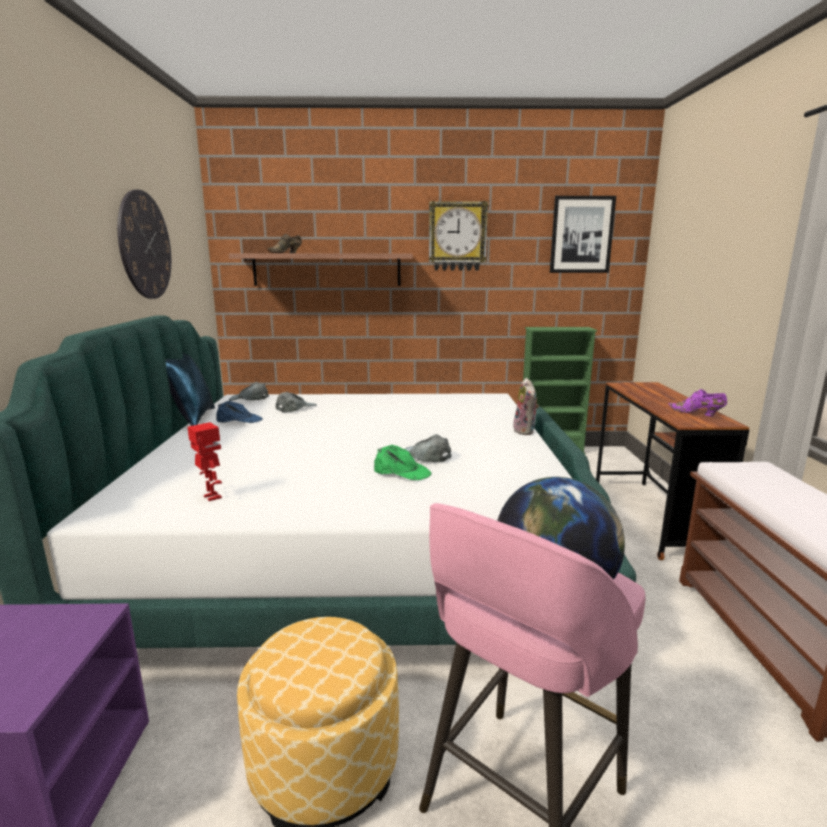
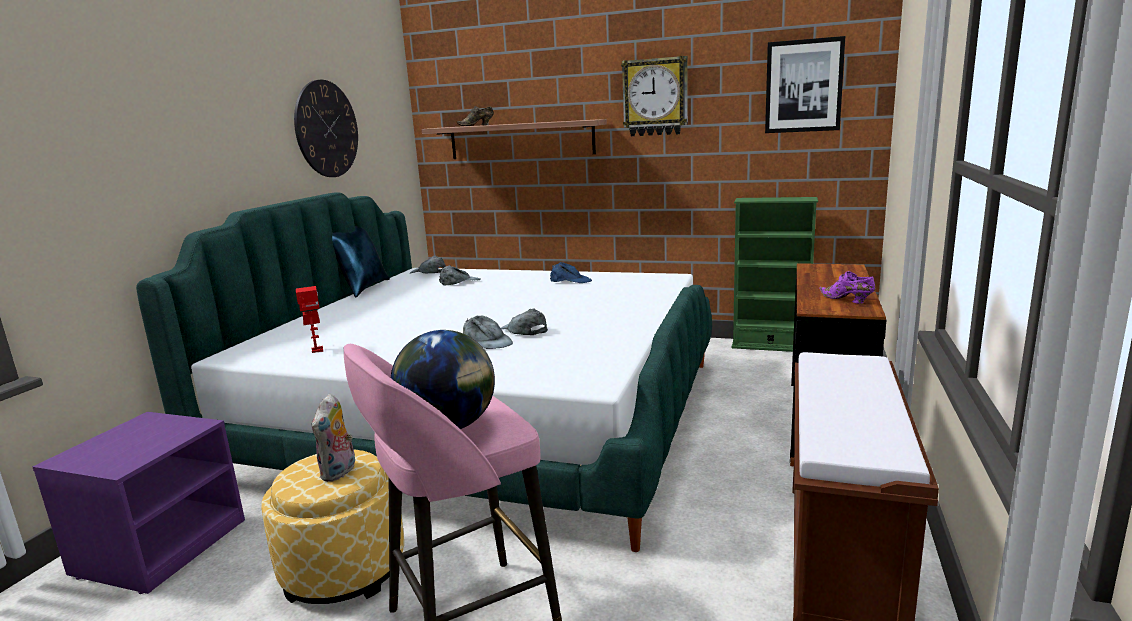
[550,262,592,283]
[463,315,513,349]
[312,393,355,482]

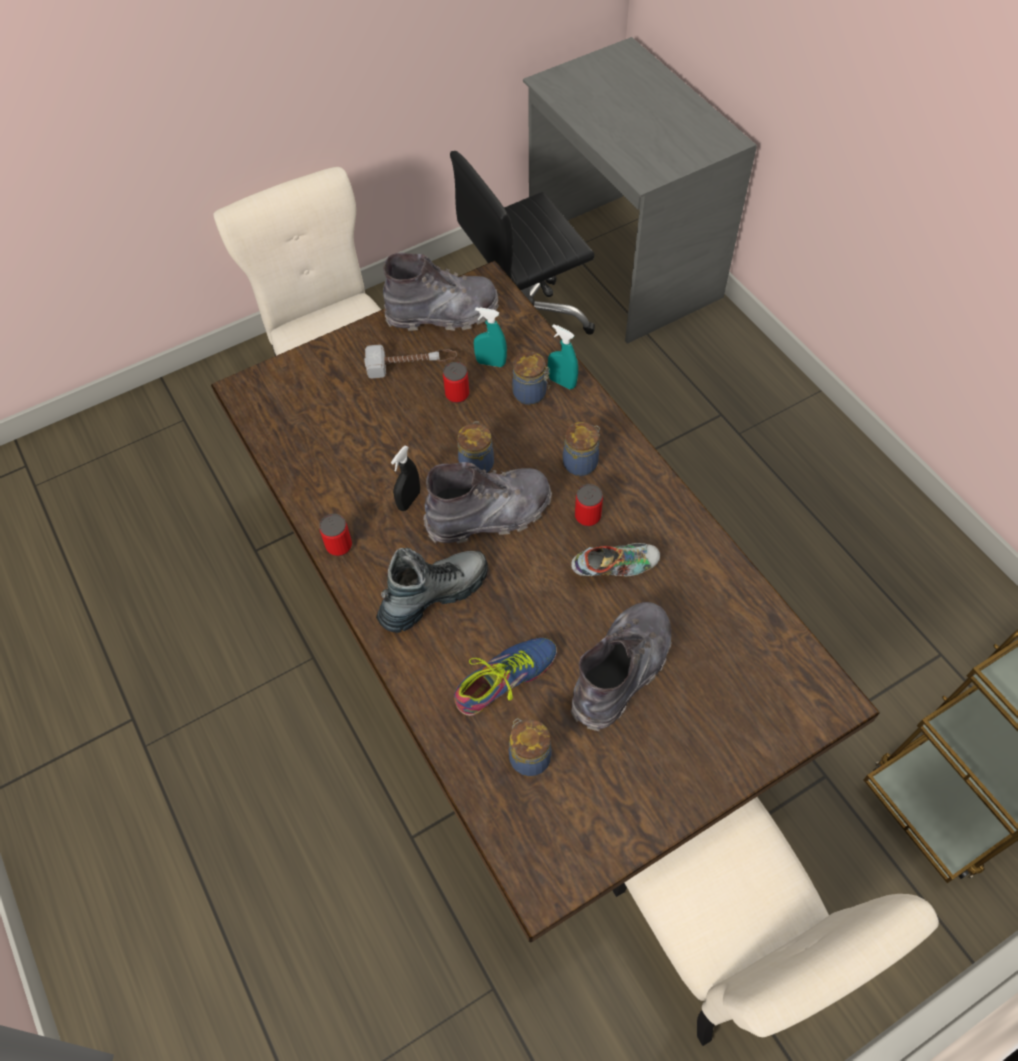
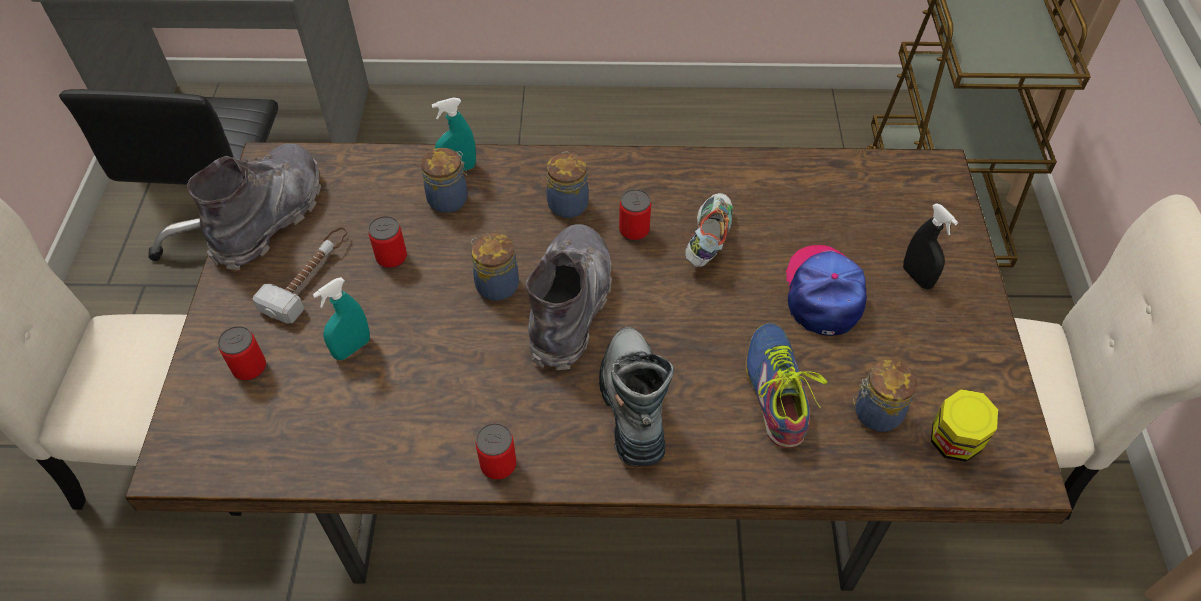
[903,203,958,289]
[313,277,370,360]
[786,245,867,336]
[218,326,266,381]
[931,389,998,462]

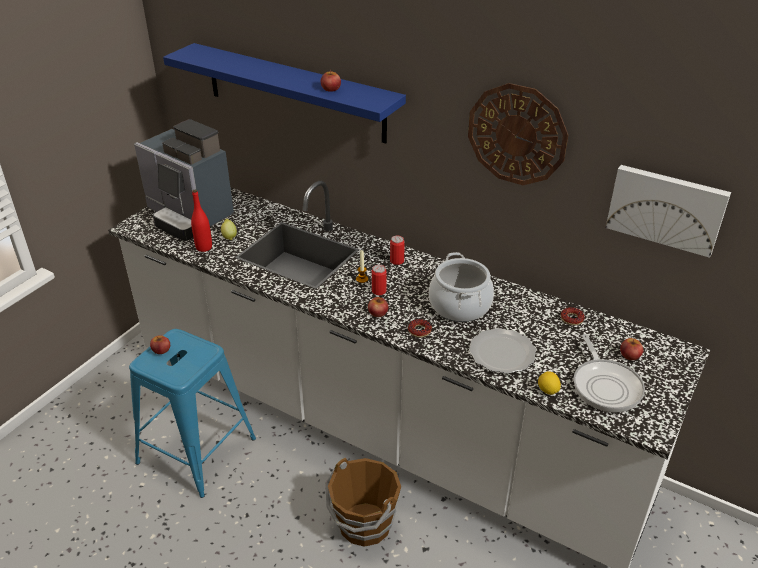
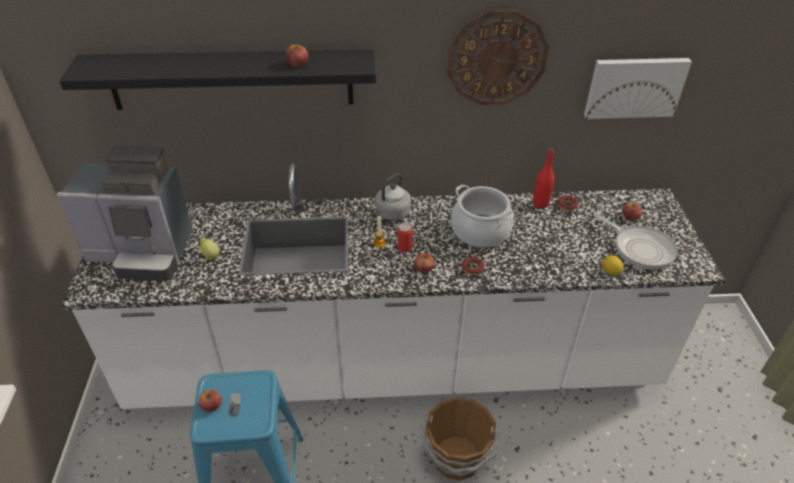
[59,49,376,110]
[533,148,554,209]
[370,173,411,220]
[469,328,536,373] (first image)

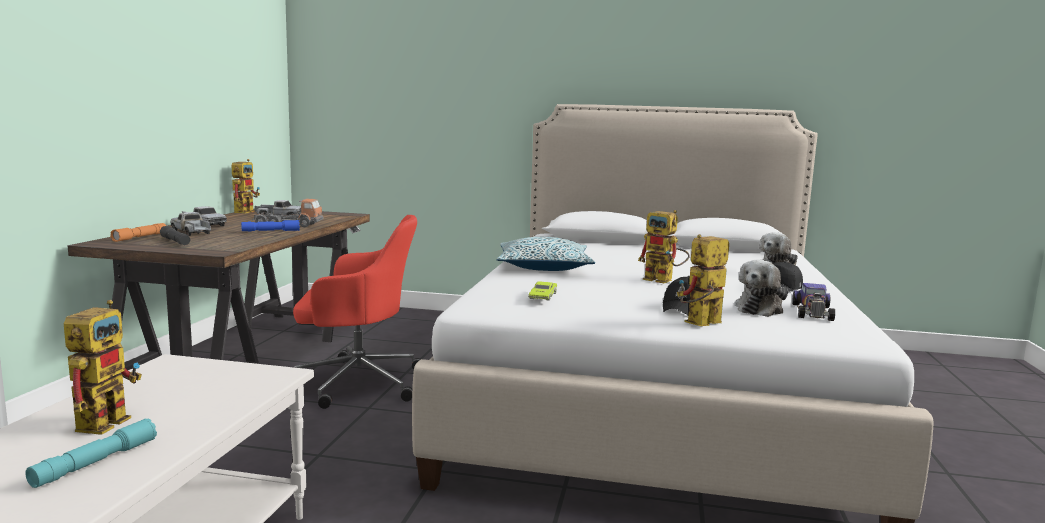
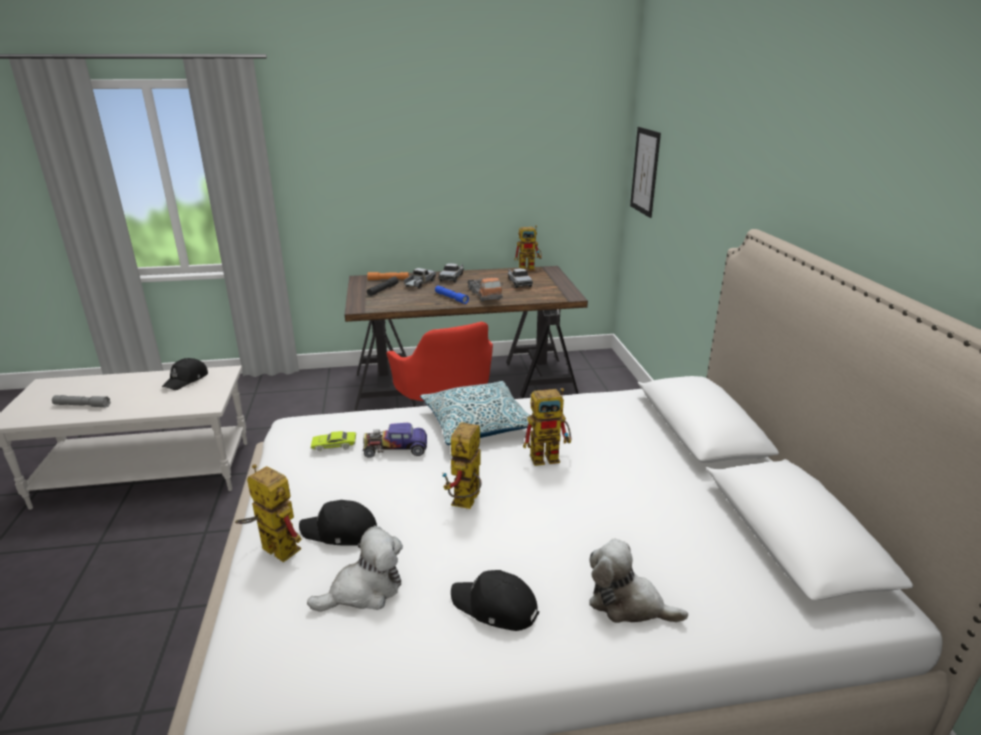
[52,395,111,408]
[523,388,571,466]
[307,526,403,612]
[363,423,427,458]
[162,358,208,390]
[630,127,661,218]

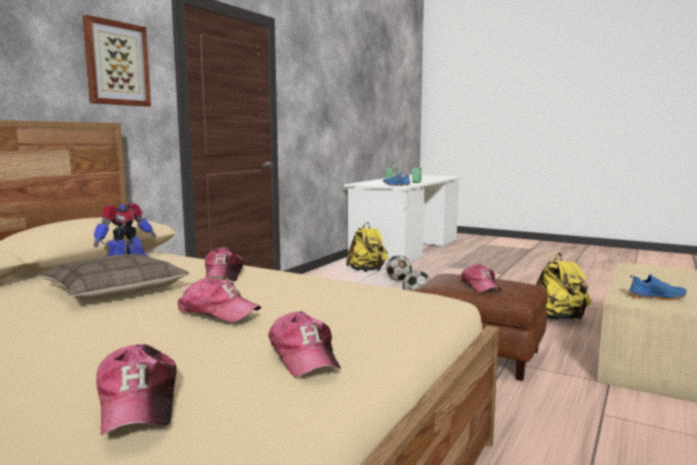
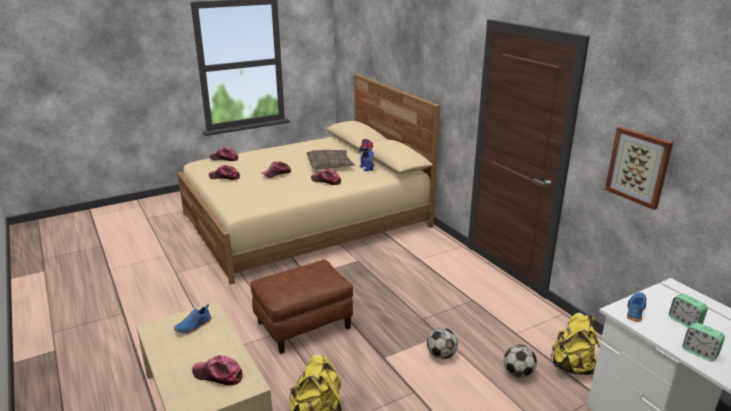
[605,127,673,210]
[192,355,243,385]

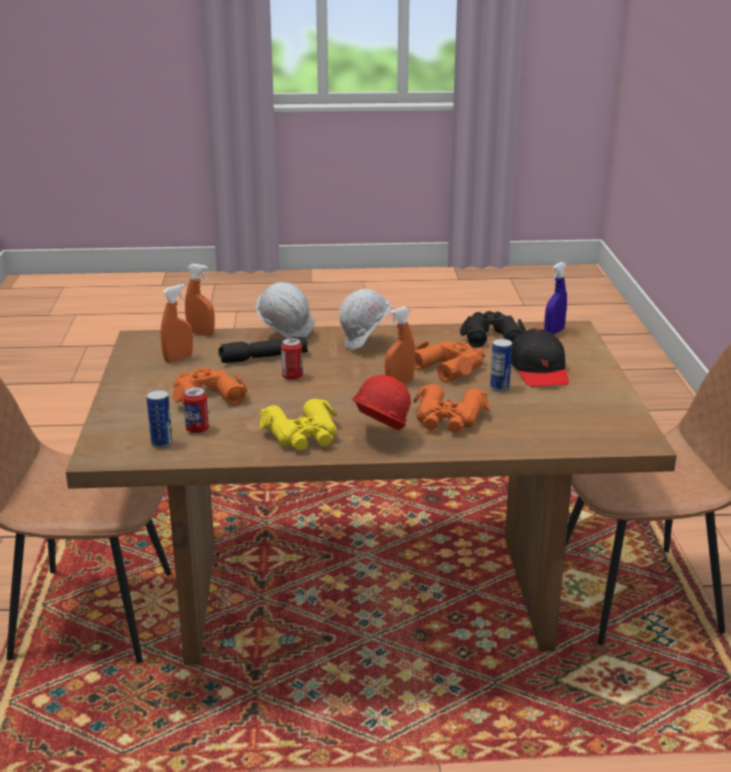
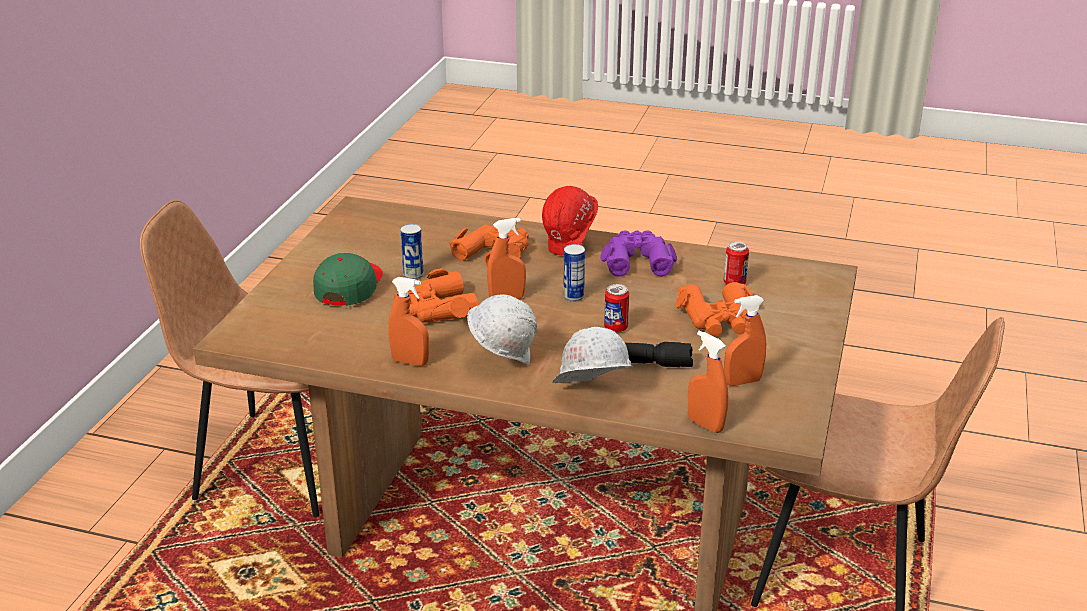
[563,244,585,302]
[600,230,677,277]
[460,311,526,348] (first image)
[313,253,383,306]
[544,262,567,335] (first image)
[389,277,429,366]

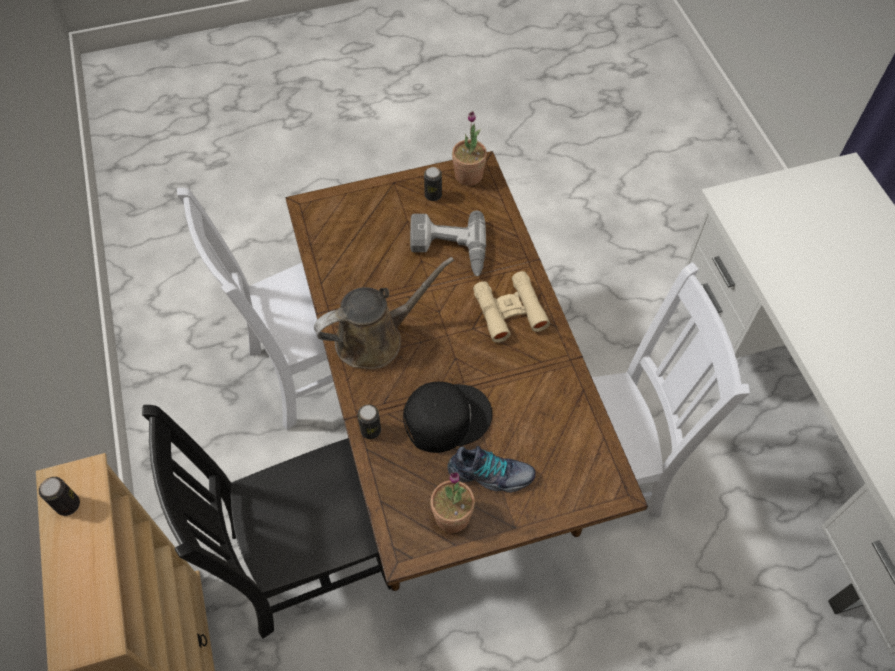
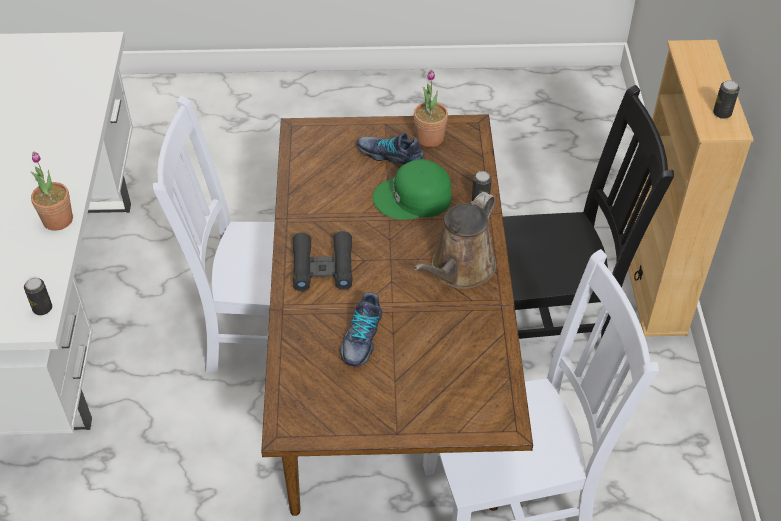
[413,192,496,289]
[373,159,451,220]
[340,292,382,367]
[24,278,52,315]
[30,151,73,231]
[293,231,353,291]

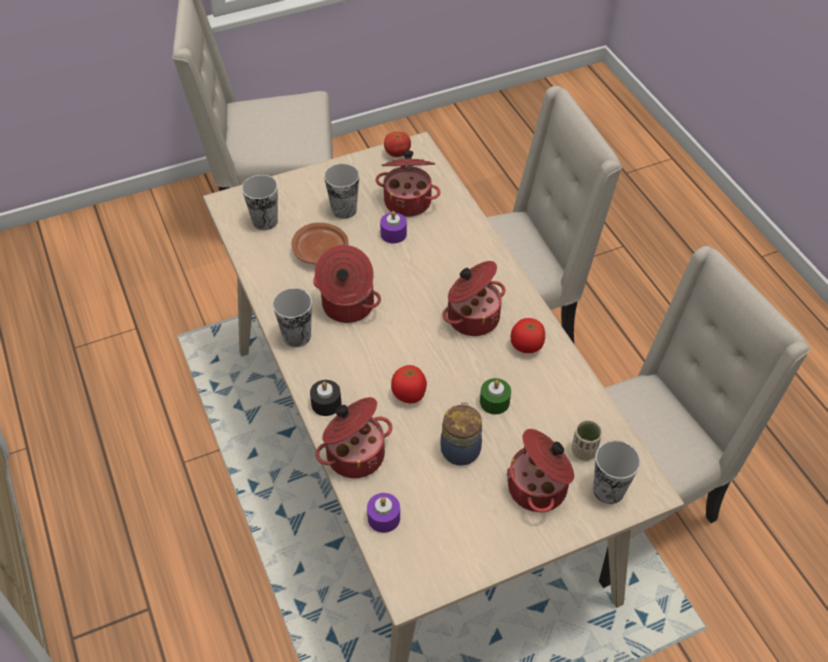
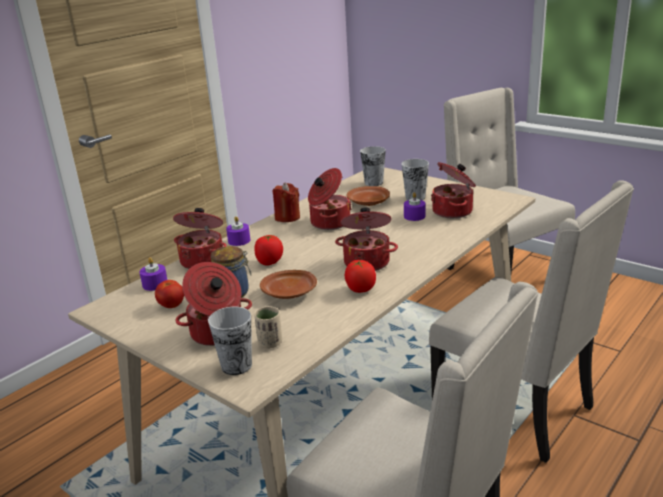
[273,183,300,222]
[226,216,250,246]
[155,280,184,308]
[260,270,317,299]

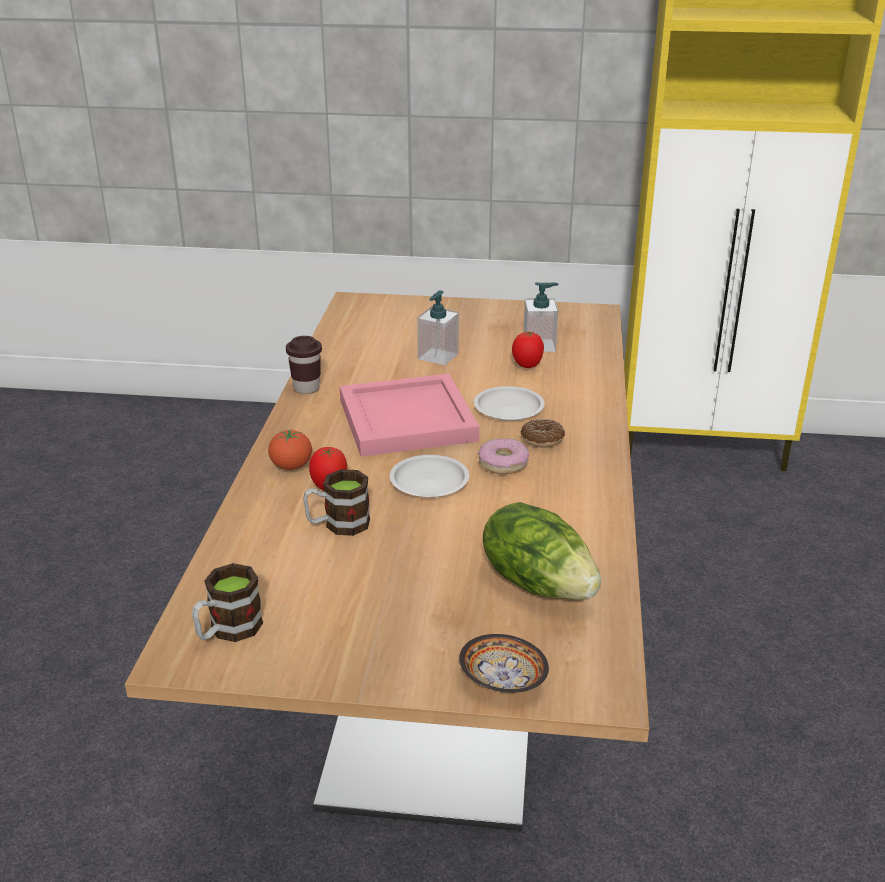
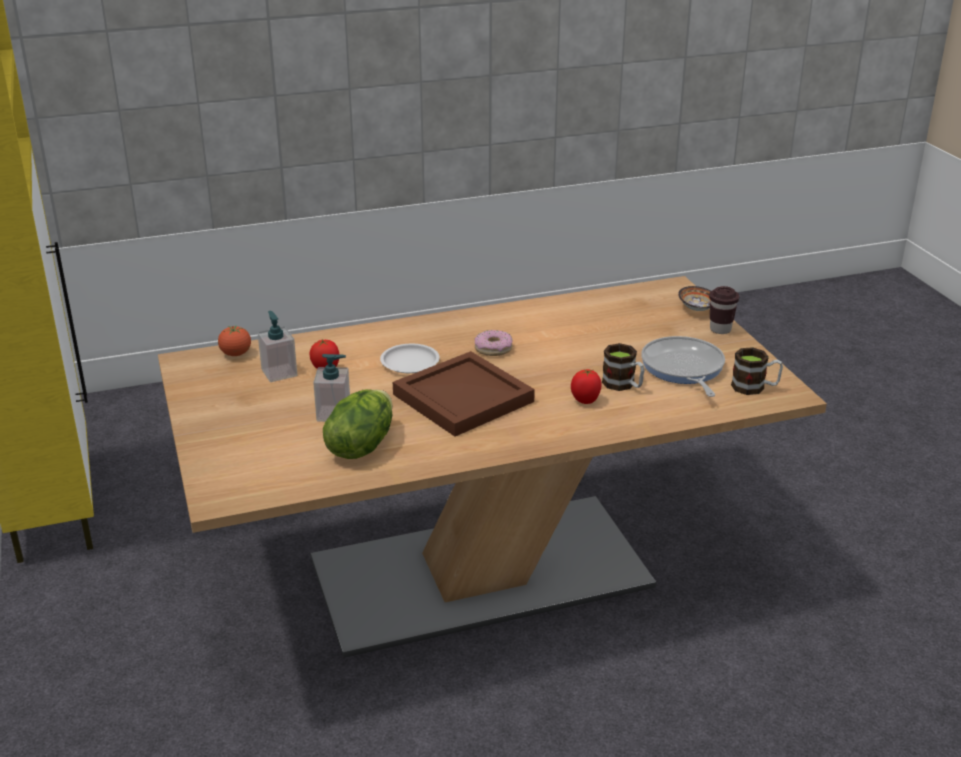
[218,325,251,356]
[709,286,739,334]
[393,351,535,437]
[390,455,469,498] (first image)
[323,389,393,459]
[520,419,565,448] (first image)
[641,336,725,397]

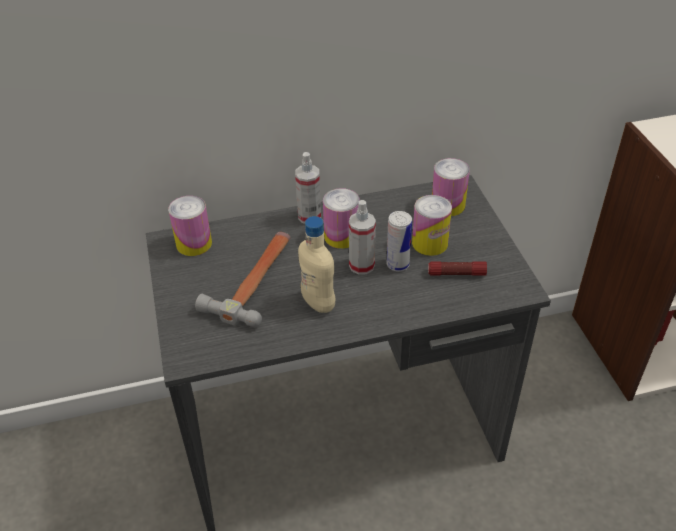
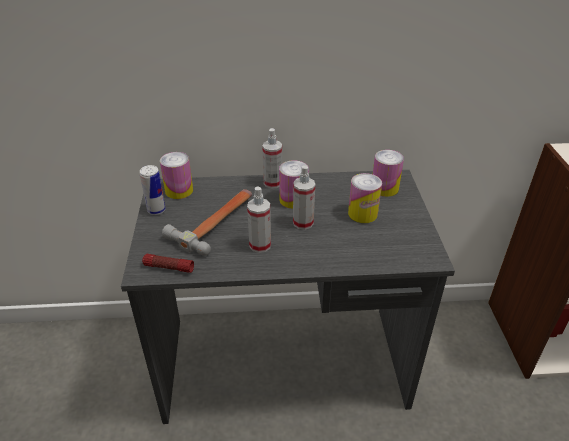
[247,186,271,253]
[140,165,166,215]
[142,254,194,273]

